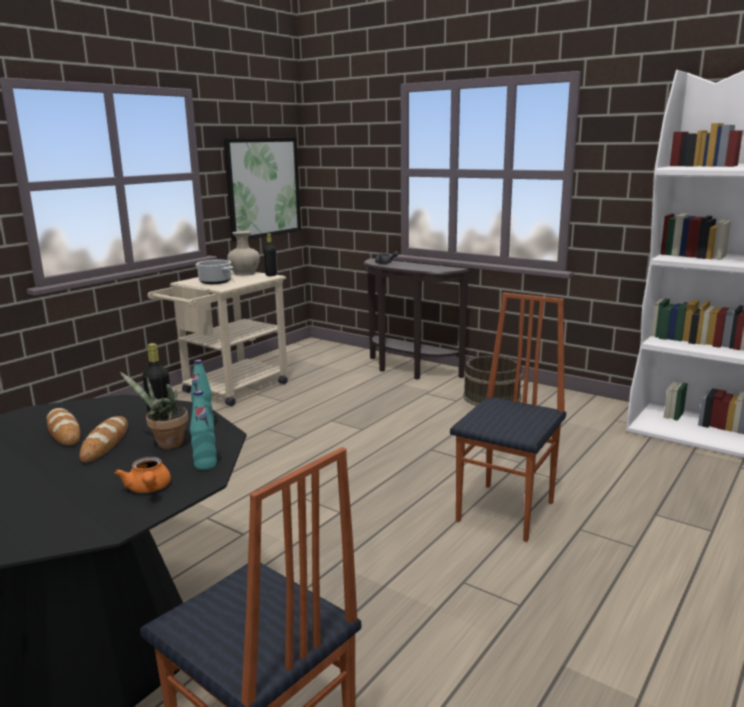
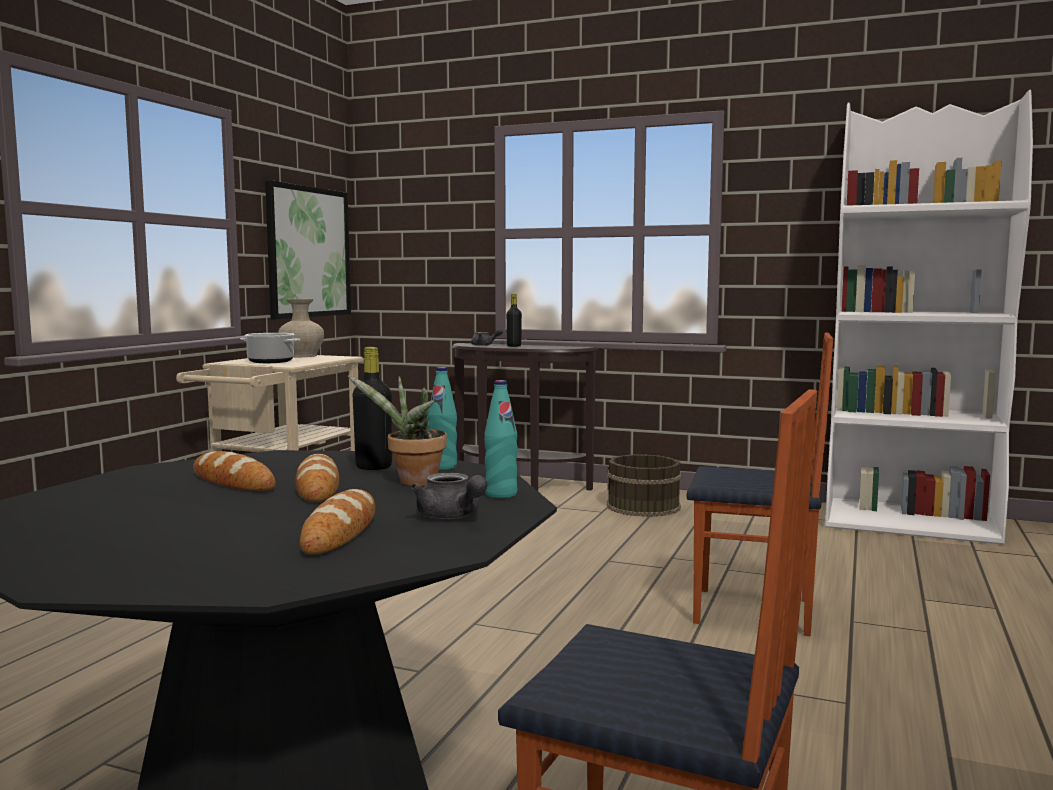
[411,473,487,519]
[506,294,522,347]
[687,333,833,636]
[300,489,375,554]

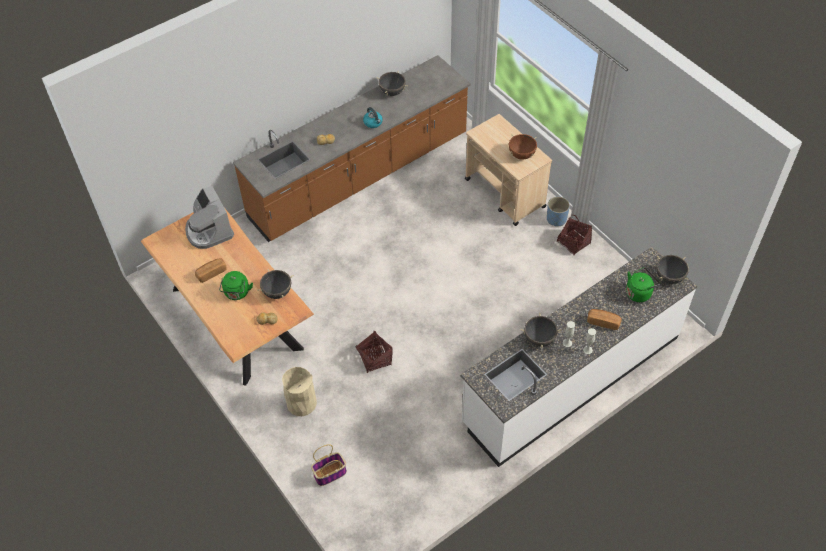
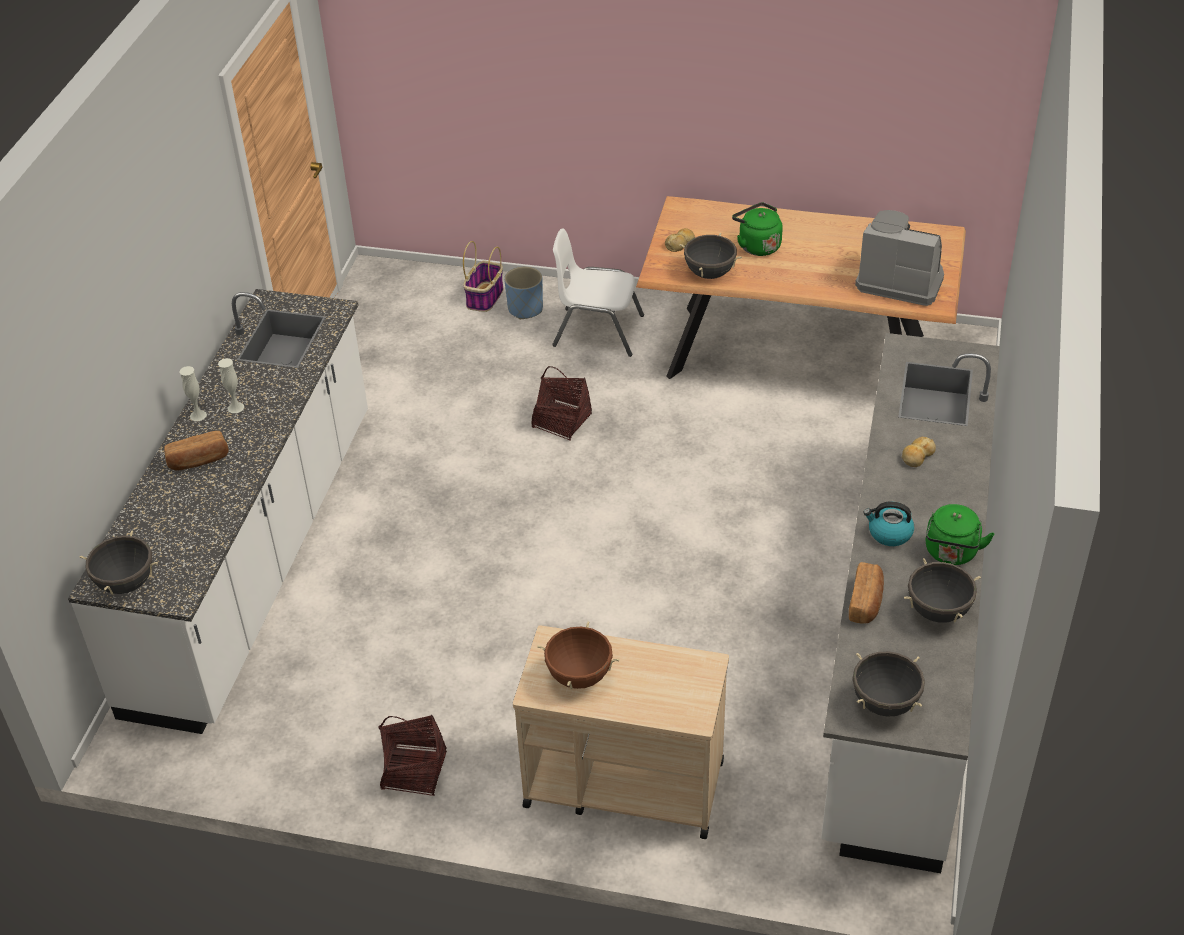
[849,562,884,623]
[821,333,1000,873]
[552,228,644,357]
[852,651,925,717]
[504,266,543,319]
[926,504,995,565]

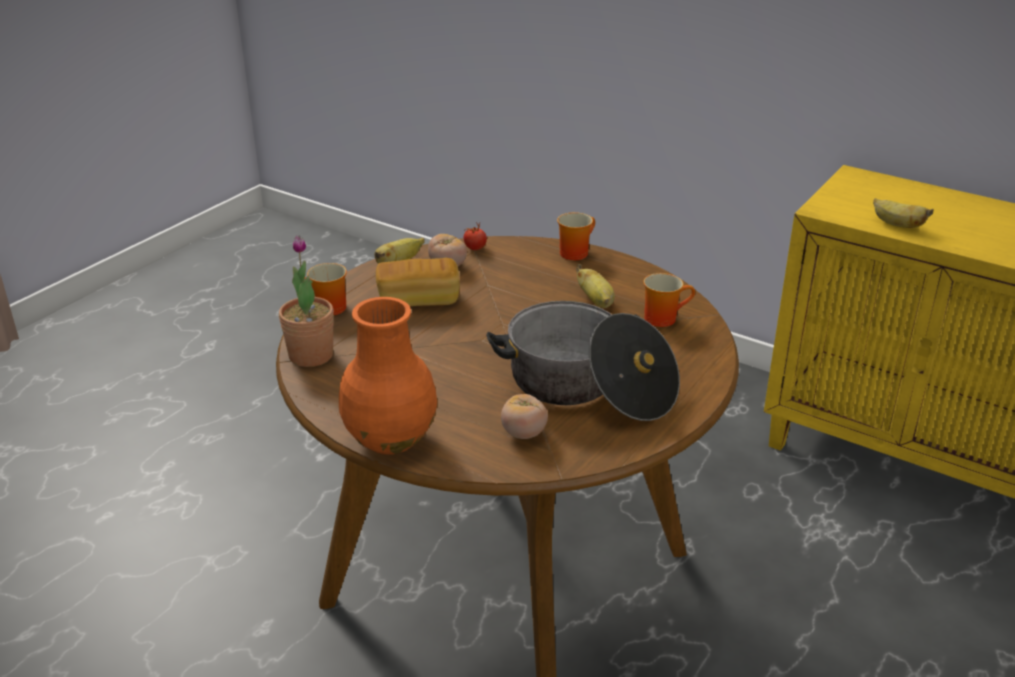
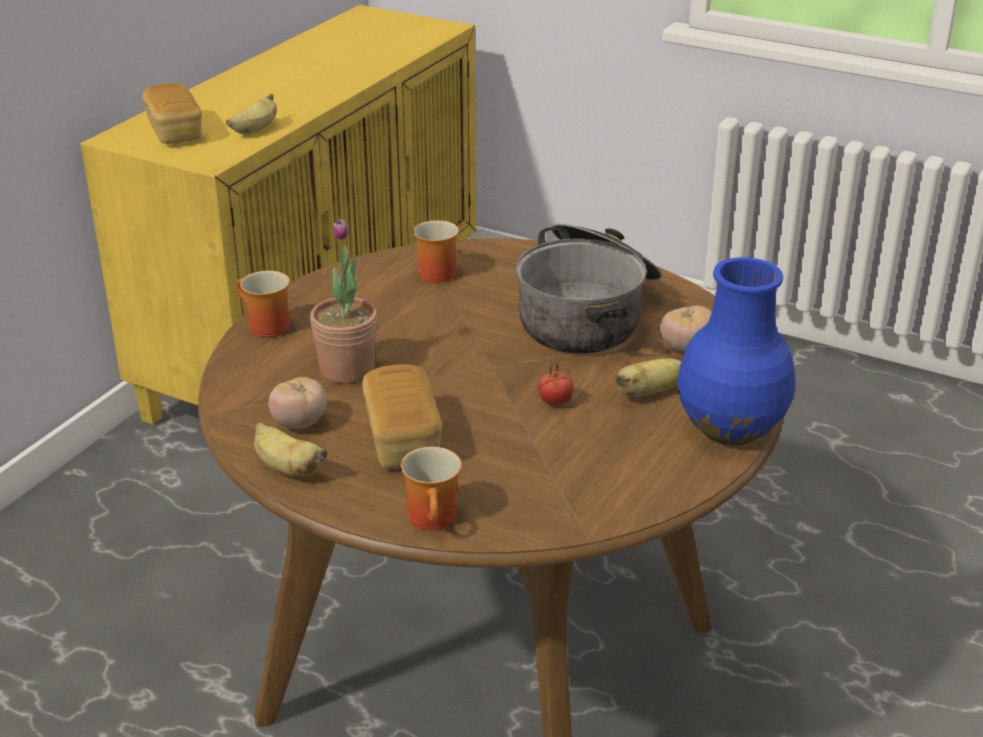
[310,219,378,384]
[678,257,795,445]
[538,362,574,405]
[616,358,681,397]
[143,83,202,144]

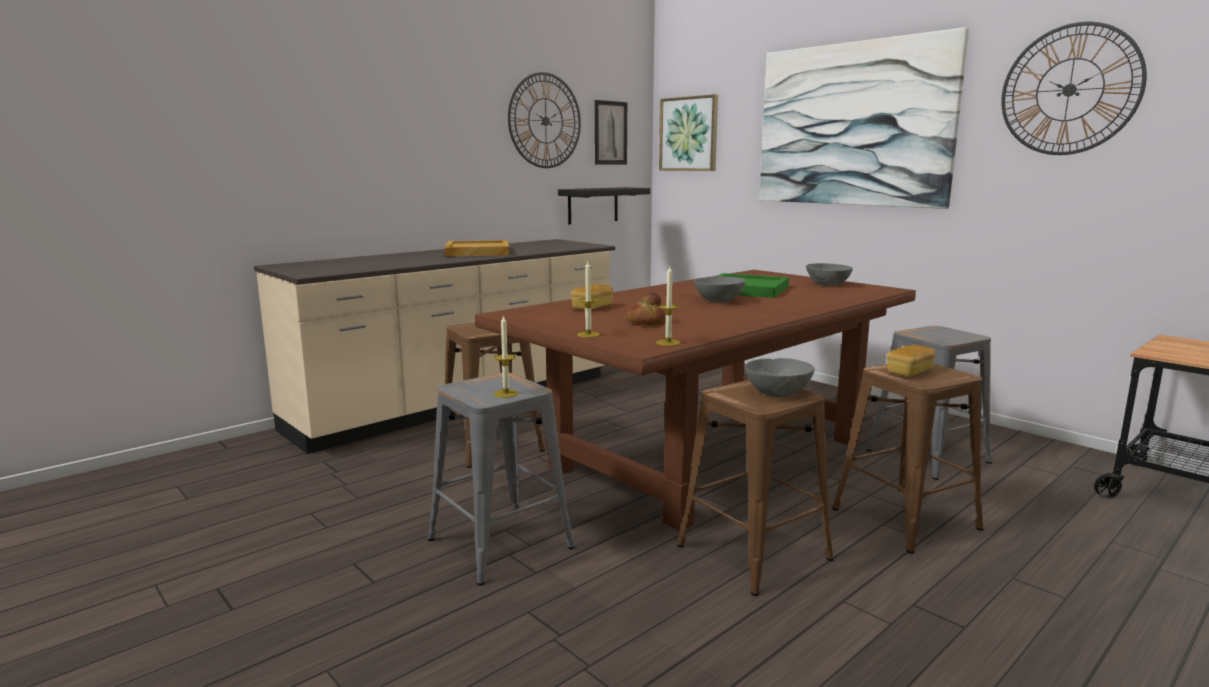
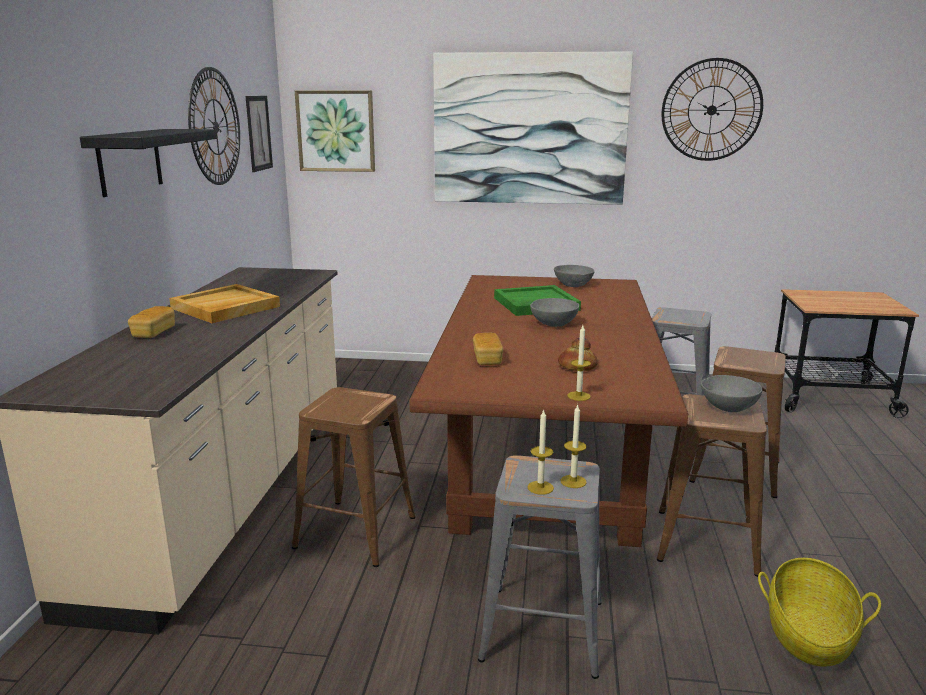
[80,129,217,197]
[527,409,554,495]
[128,306,175,338]
[758,558,881,667]

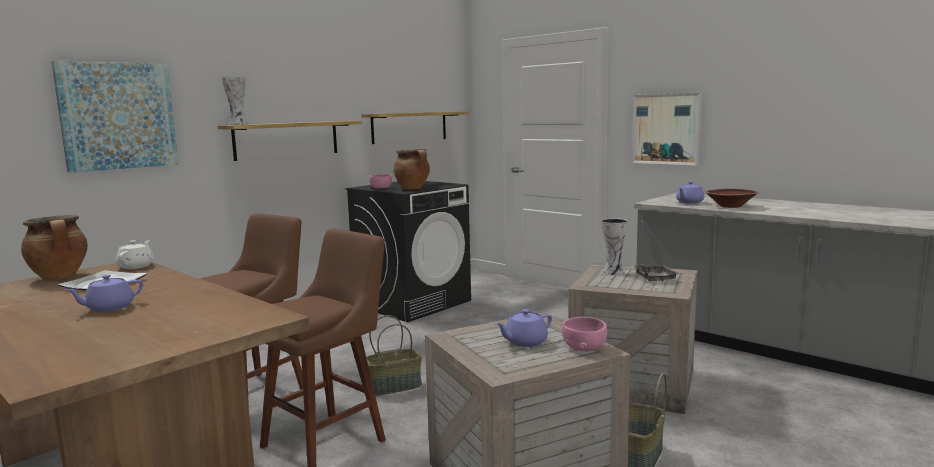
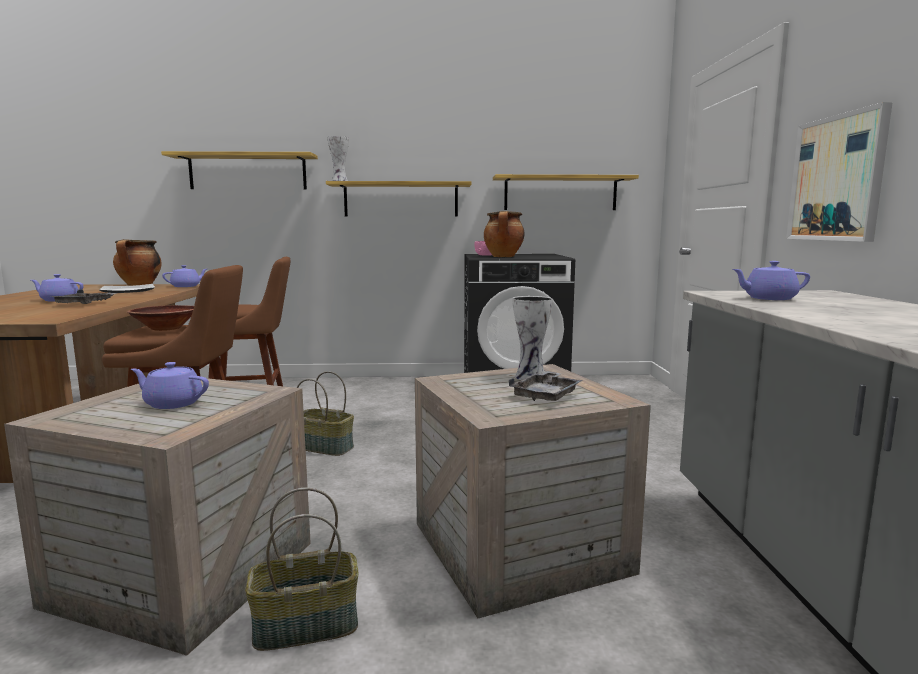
[161,151,318,190]
[162,265,207,287]
[562,317,607,351] (first image)
[127,305,194,331]
[52,289,118,304]

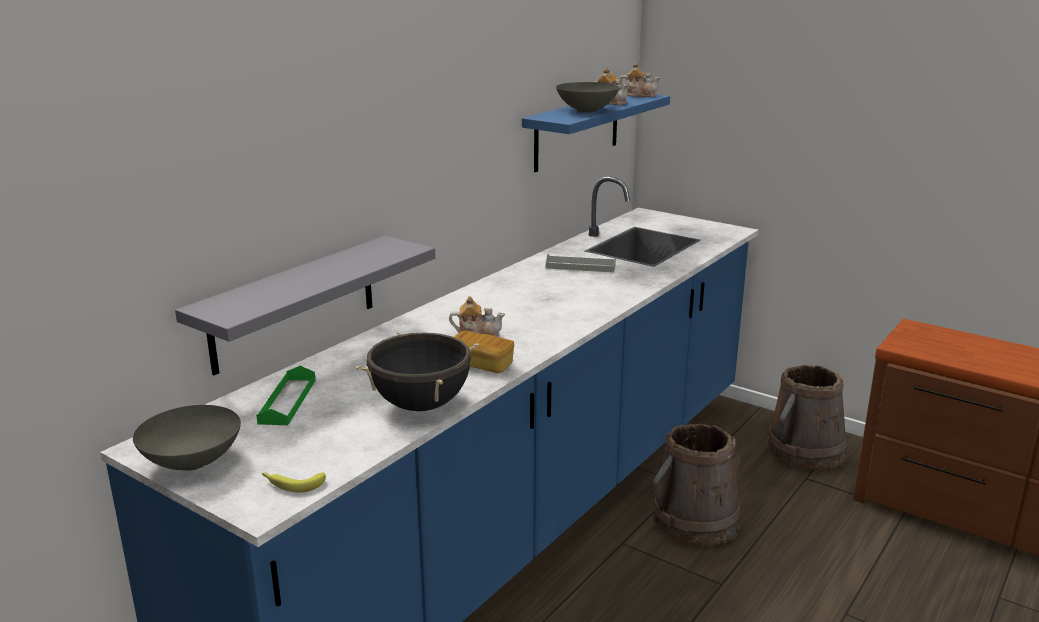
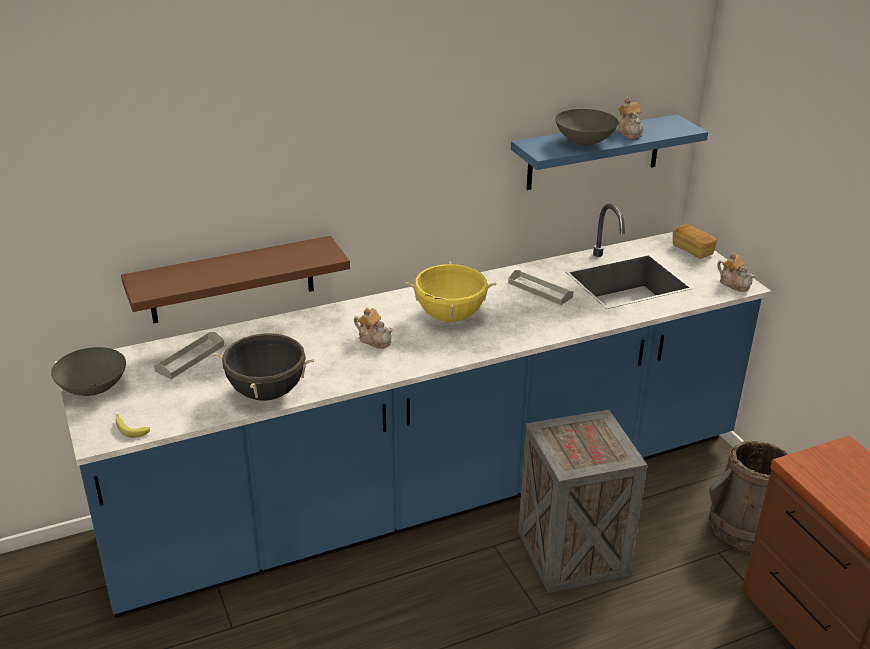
[121,236,350,324]
[154,332,224,379]
[673,224,717,259]
[717,253,755,292]
[518,410,648,593]
[405,261,497,322]

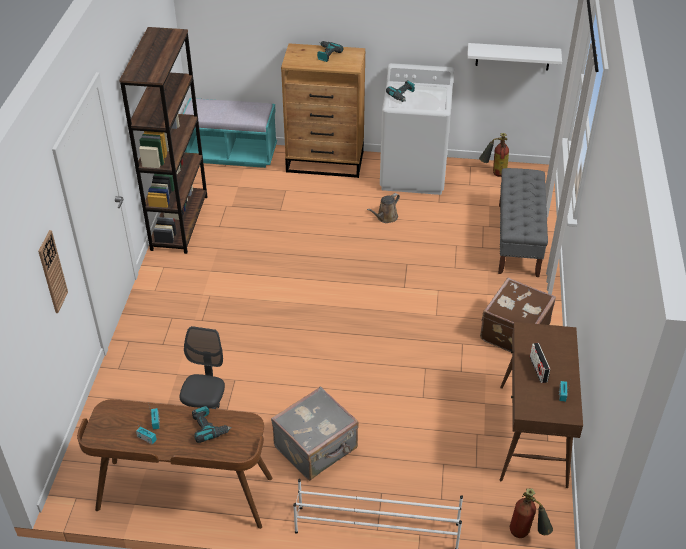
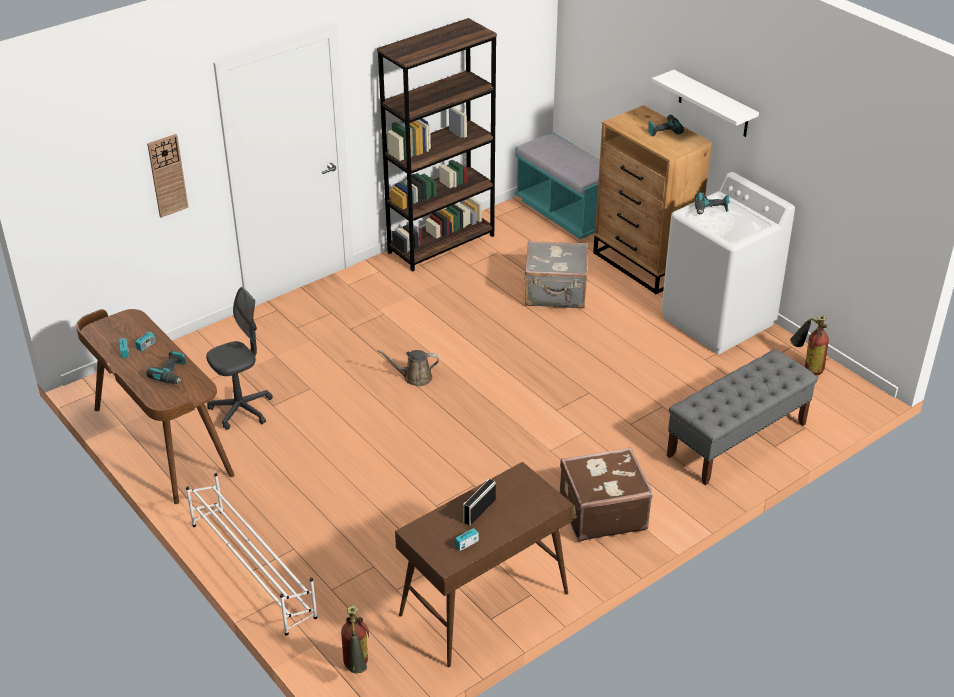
[525,241,588,309]
[377,350,439,386]
[652,70,759,137]

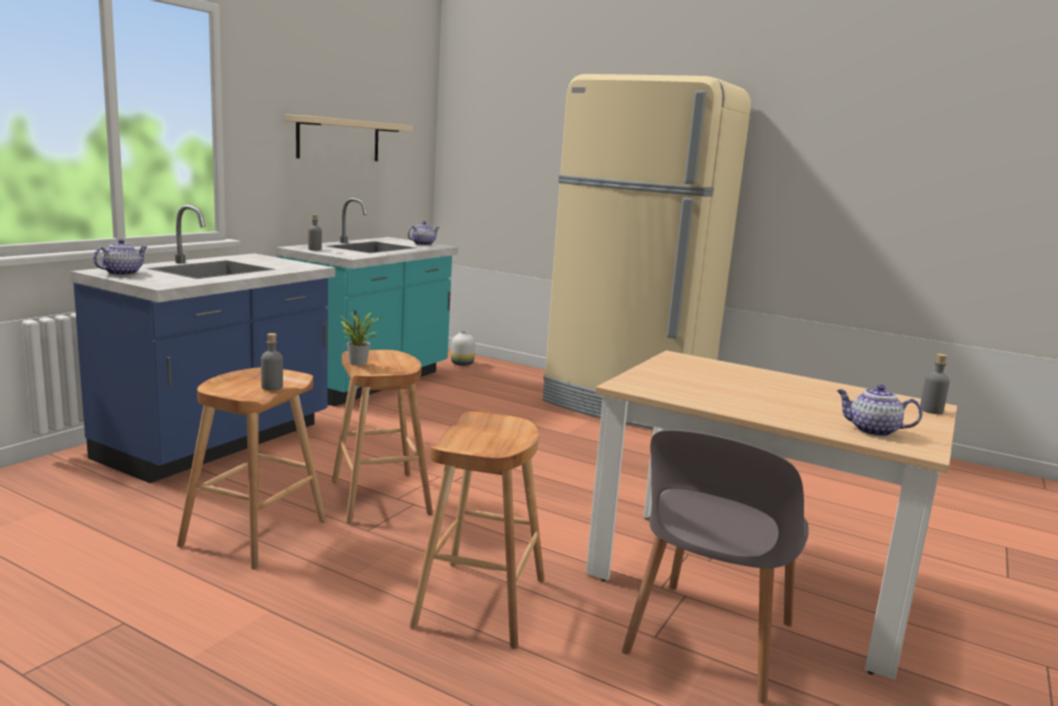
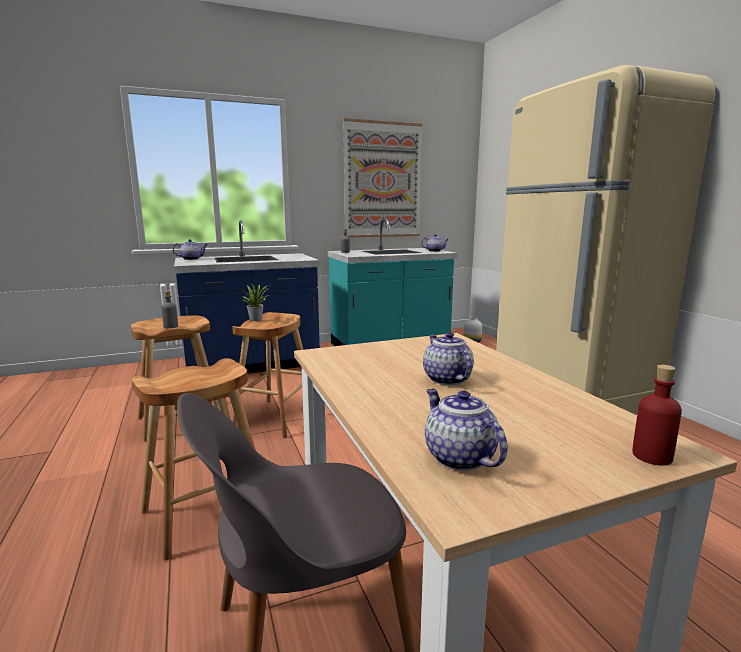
[343,118,423,238]
[632,365,682,466]
[423,332,474,385]

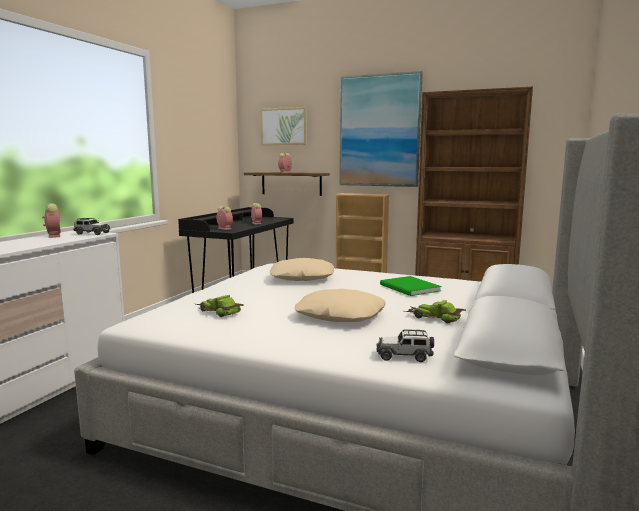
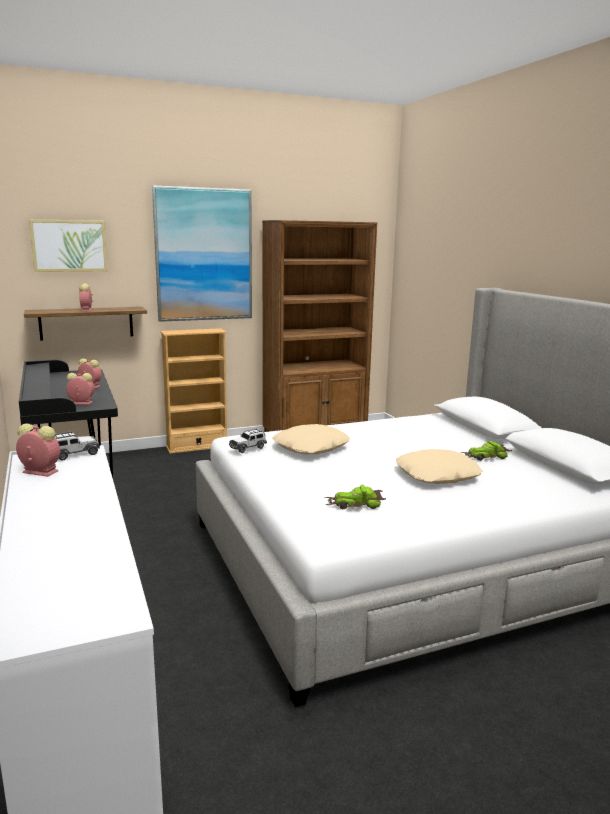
[229,429,267,453]
[380,276,442,296] (first image)

